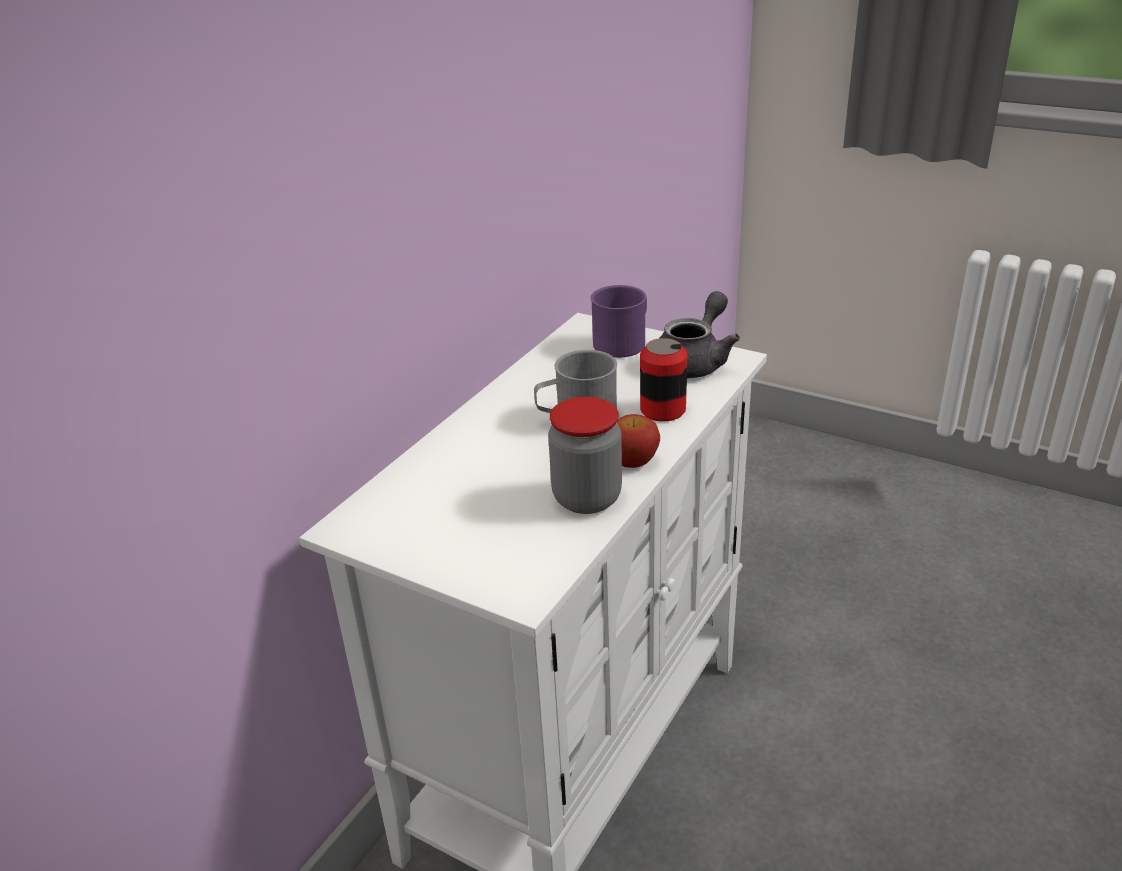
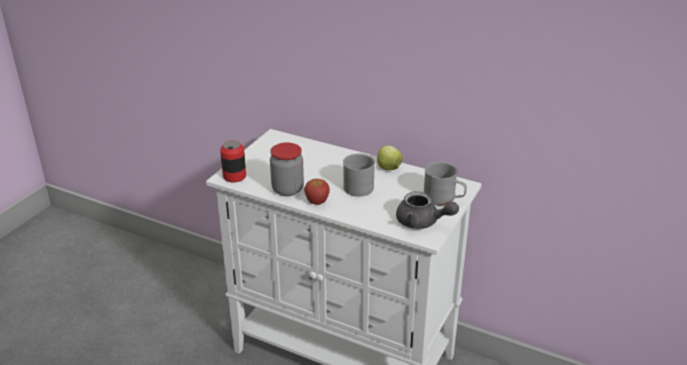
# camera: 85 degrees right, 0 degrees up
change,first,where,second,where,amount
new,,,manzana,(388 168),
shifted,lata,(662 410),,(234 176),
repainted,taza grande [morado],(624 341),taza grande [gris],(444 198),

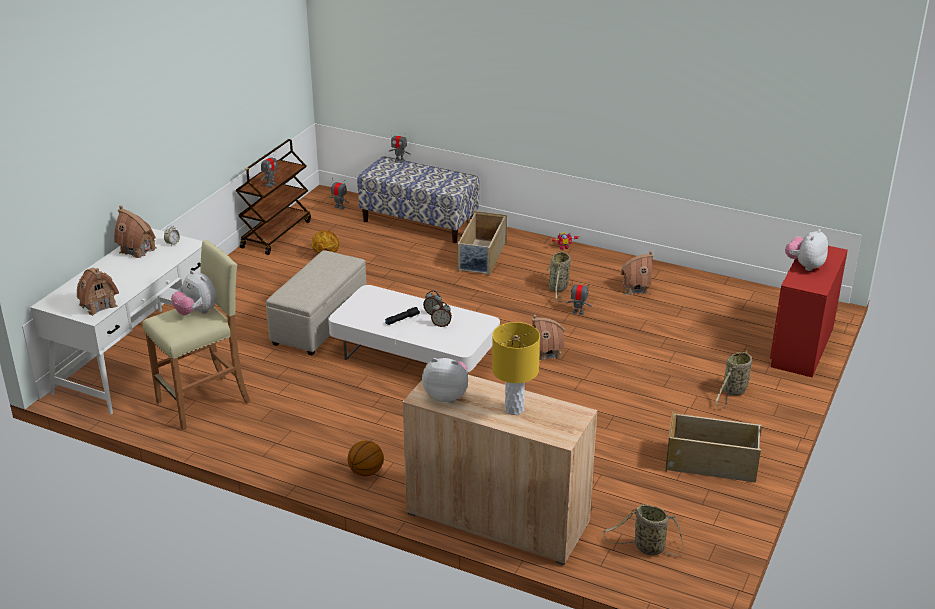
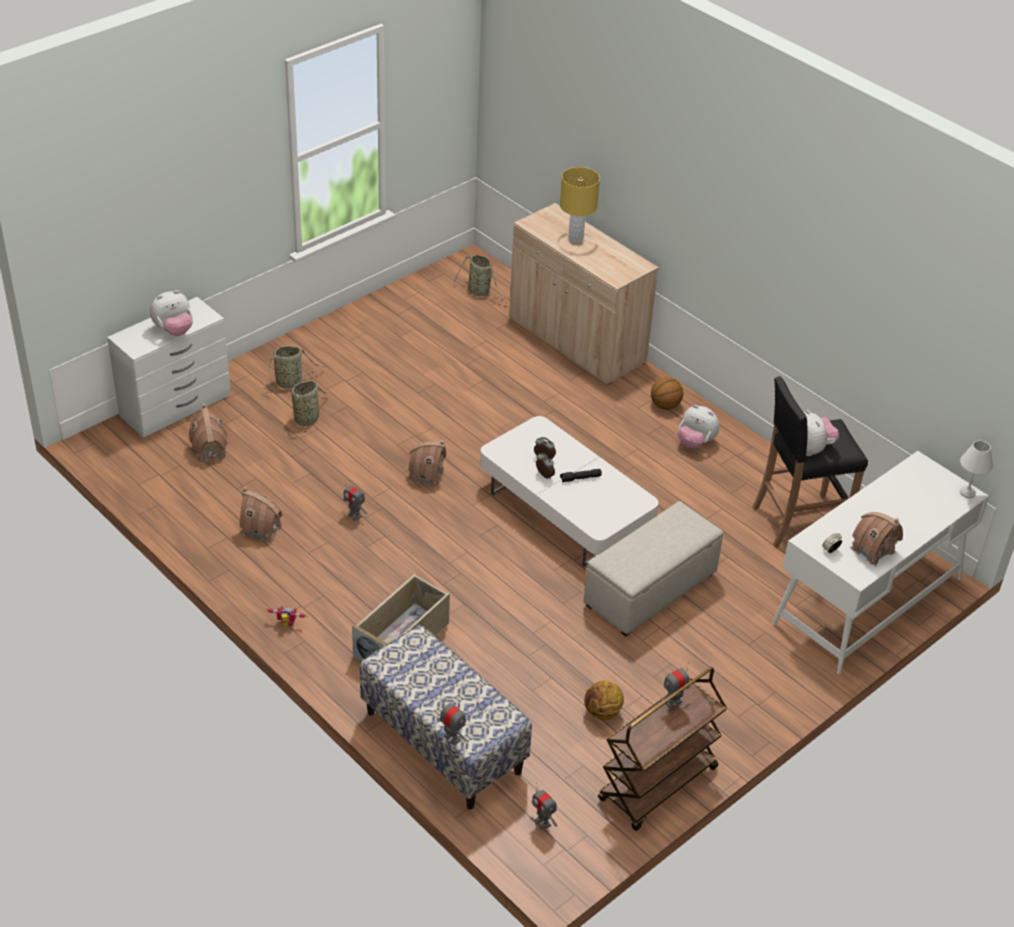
# camera: 160 degrees left, 10 degrees up
change,first,where,second,where,amount
gone,caja de almacenaje [beis],(712 463),,,
new,,,lámpara de mesa [blanco],(968 493),
shifted,casita,(98 305),,(210 451),
shifted,peluche,(446 396),,(695 442),
shifted,cesta,(558 288),,(307 418),
repainted,taburete [beis],(204 402),taburete [negro],(798 521),
repainted,cómoda [rojo],(800 347),cómoda [blanco],(176 406),

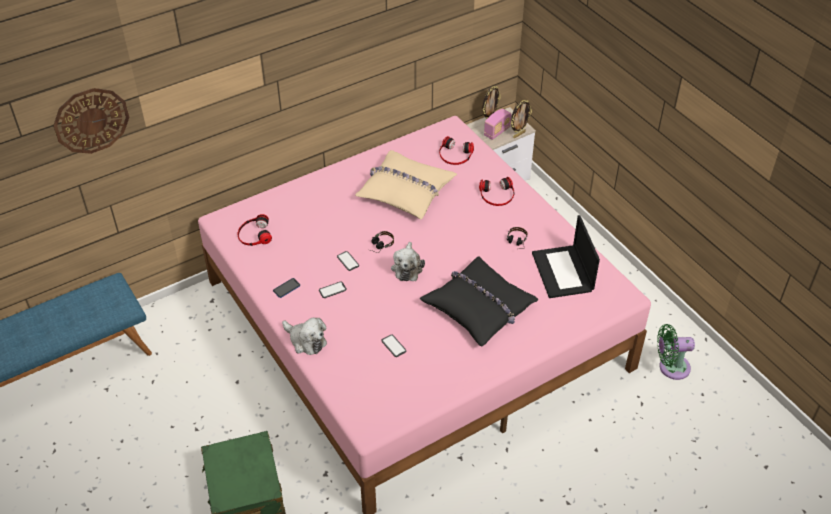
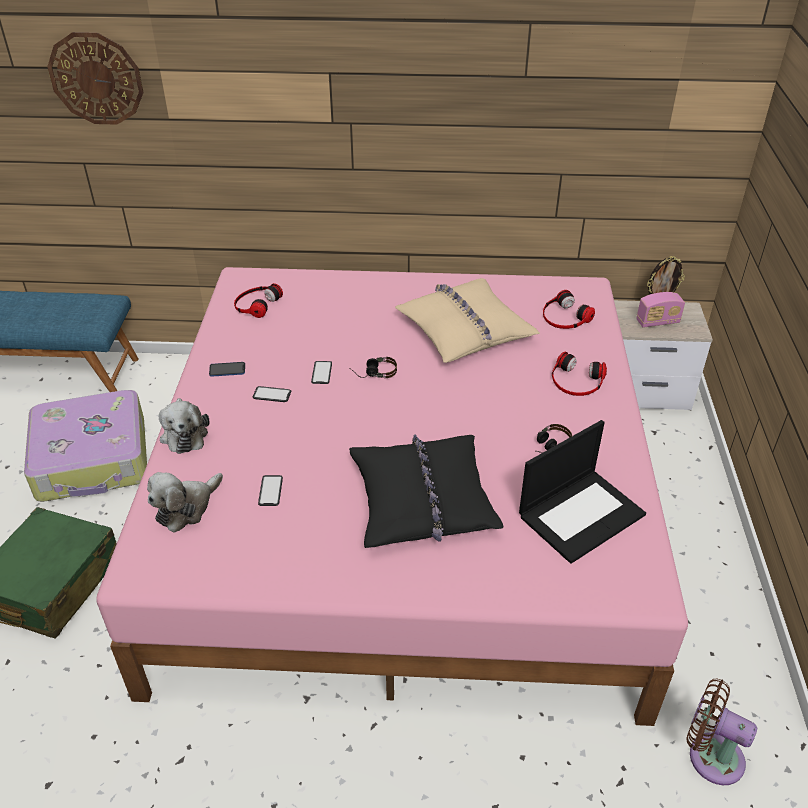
# camera: 35 degrees right, 5 degrees down
change,first,where,second,where,amount
gone,portarretratos,(519 134),,,
new,,,maleta,(93 459),
shifted,peluche,(407 267),,(186 508),
repainted,ventilador [verde],(670 367),ventilador [marrón],(710 755),
rotated,portátil,(563 272),,(581 514),150 degrees counterclockwise

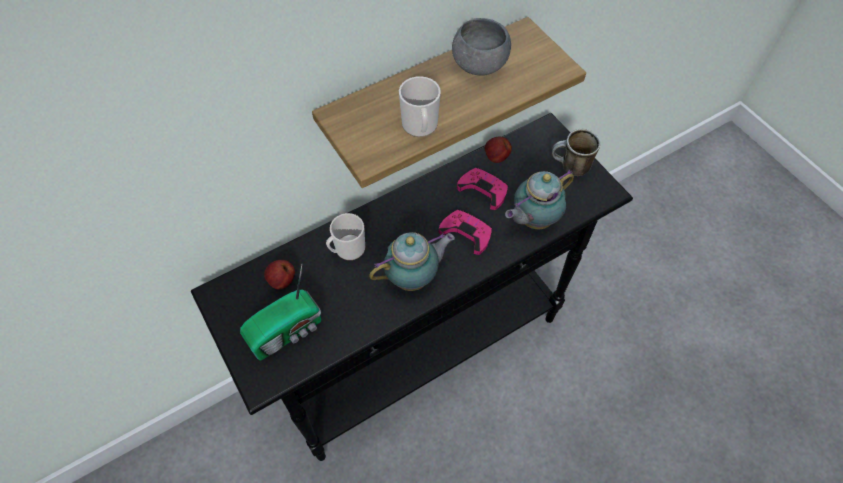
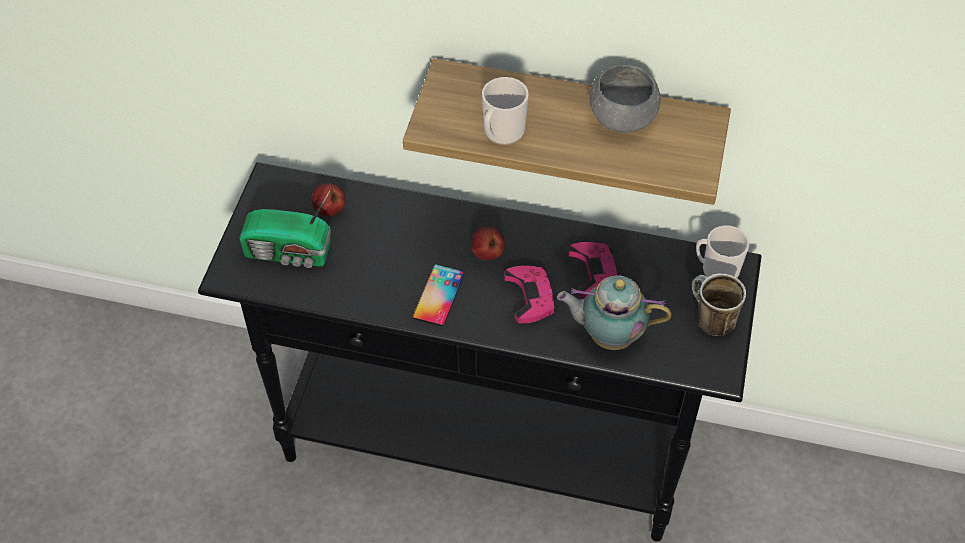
# camera: 45 degrees right, 5 degrees down
change,first,where,second,where,amount
shifted,taza grande,(347 249),,(716 269),
shifted,manzana,(496 157),,(487 253),
swapped,tetera,(414 277),móvil,(438 295),

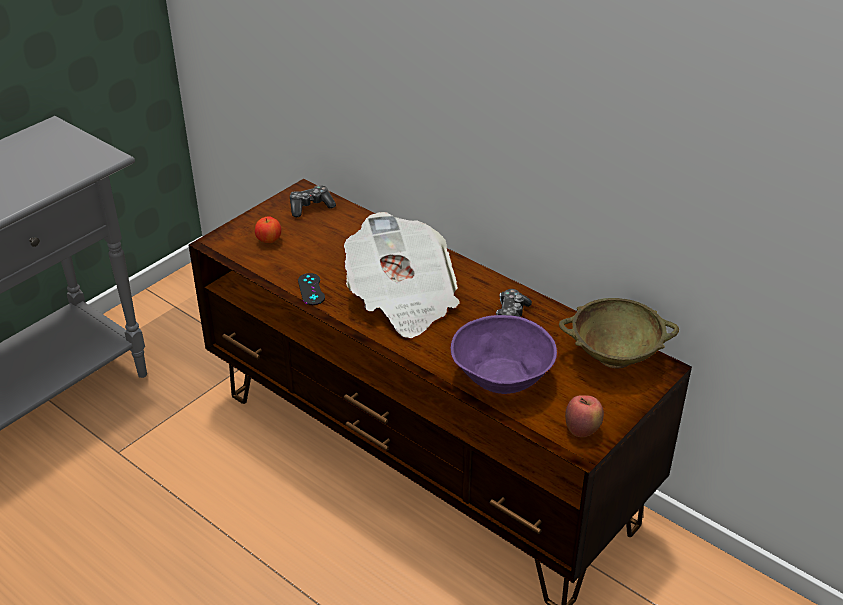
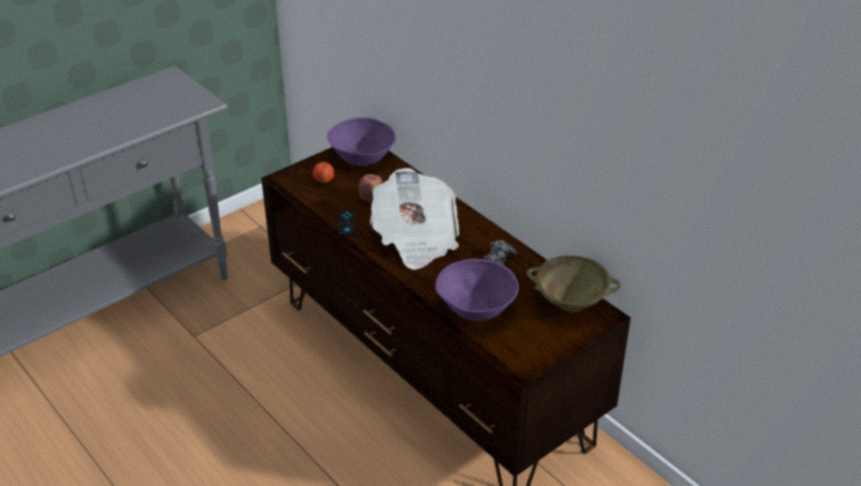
# camera: 10 degrees right, 0 degrees up
change,first,where,second,where,amount
shifted,manzana,(582 430),,(371 198),
swapped,mando de consola,(310 207),cuenco [morado],(363 157),

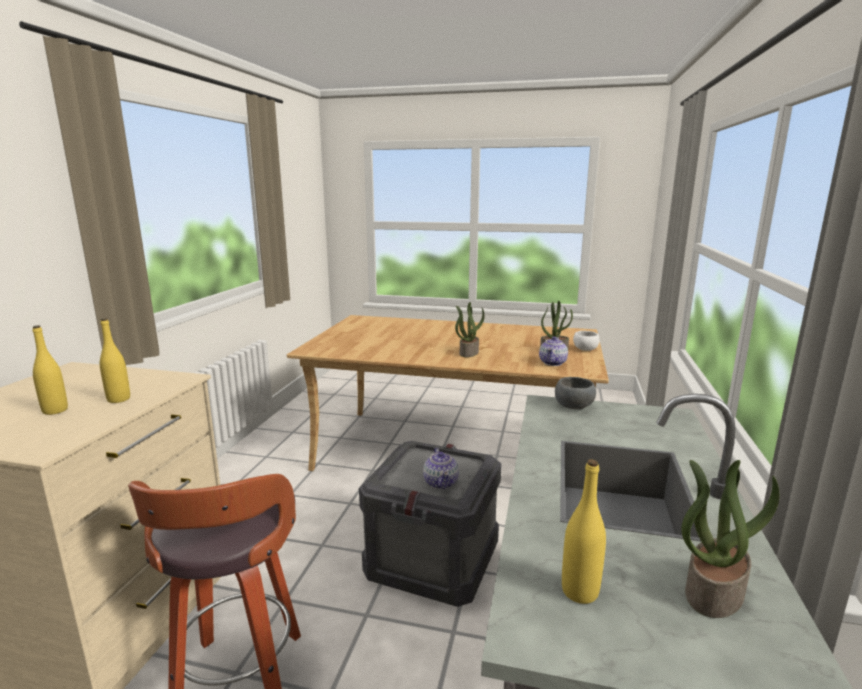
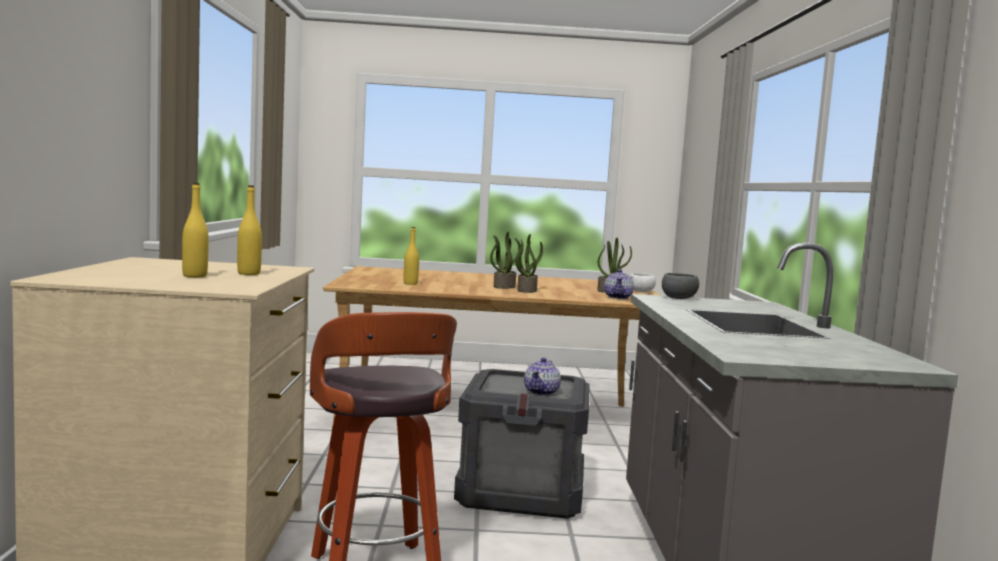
# camera: 15 degrees left, 10 degrees down
change,first,where,second,where,amount
shifted,botella [amarillo],(579 591),,(410 284),
shifted,planta en maceta,(713 591),,(504 287),
rotated,tetera,(441 482),,(542 392),45 degrees clockwise

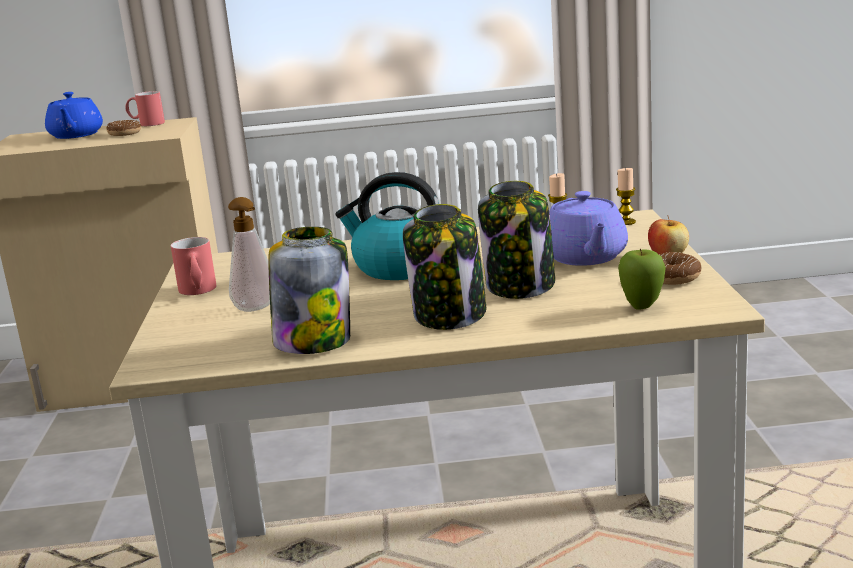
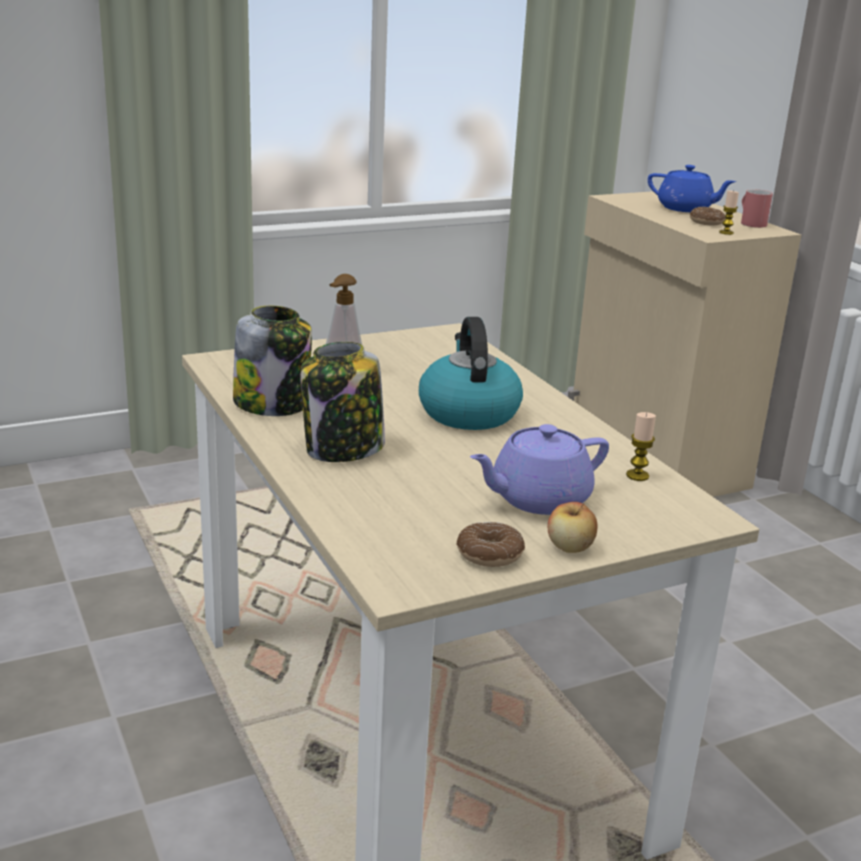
# camera: 65 degrees right, 5 degrees up
change,first,where,second,where,amount
gone,taza grande [rojo],(198 292),,,
gone,tarro,(520 286),,,
gone,manzana,(642 307),,,
shifted,vela,(626 222),,(726 232),
rotated,tetera [azul],(76 135),,(685 209),120 degrees counterclockwise

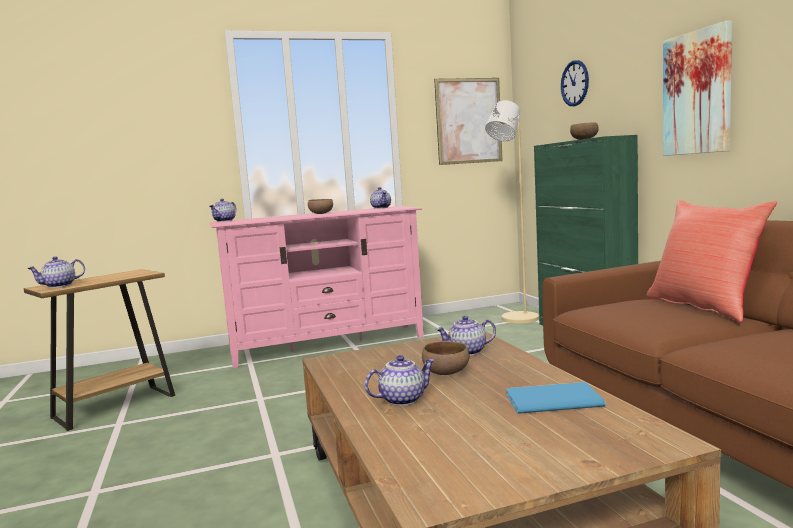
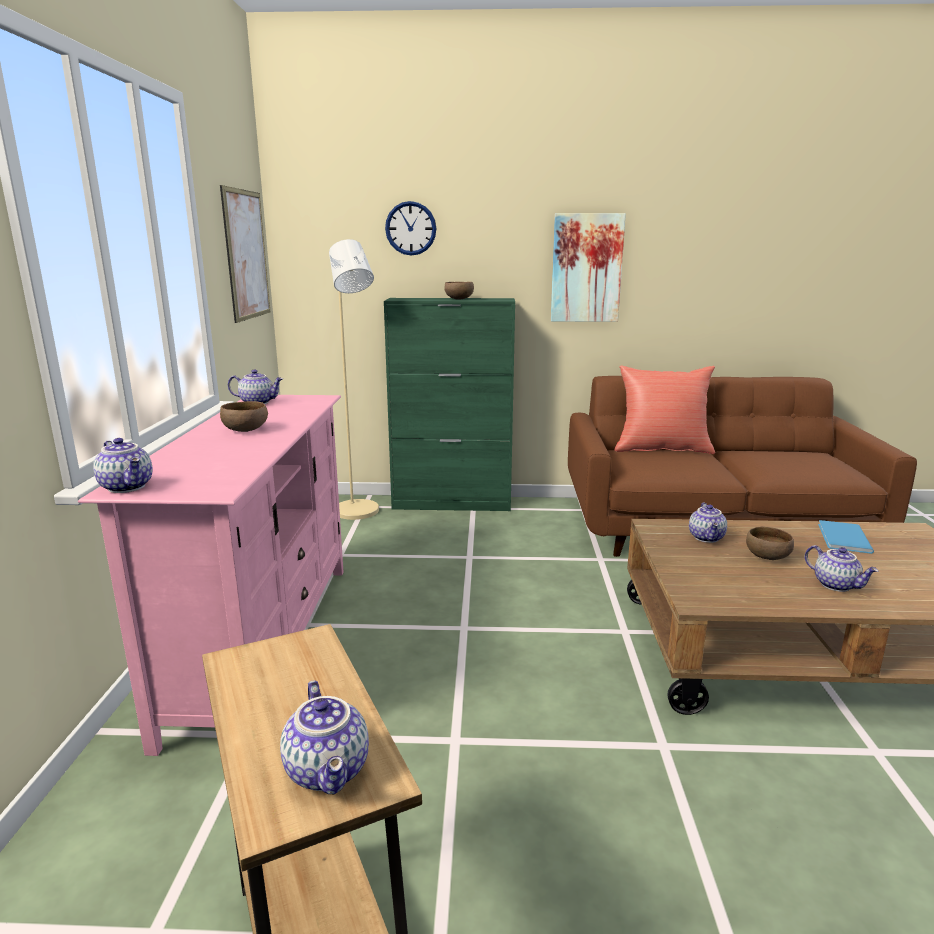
# camera: 70 degrees left, 10 degrees up
change,first,where,second,where,amount
rotated,tetera,(402 399),,(836 585),150 degrees clockwise

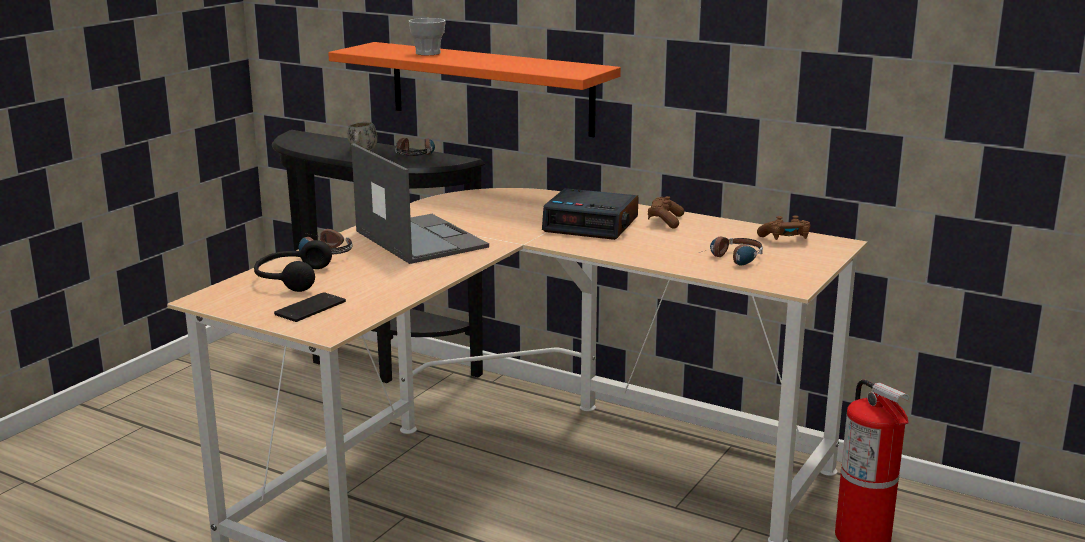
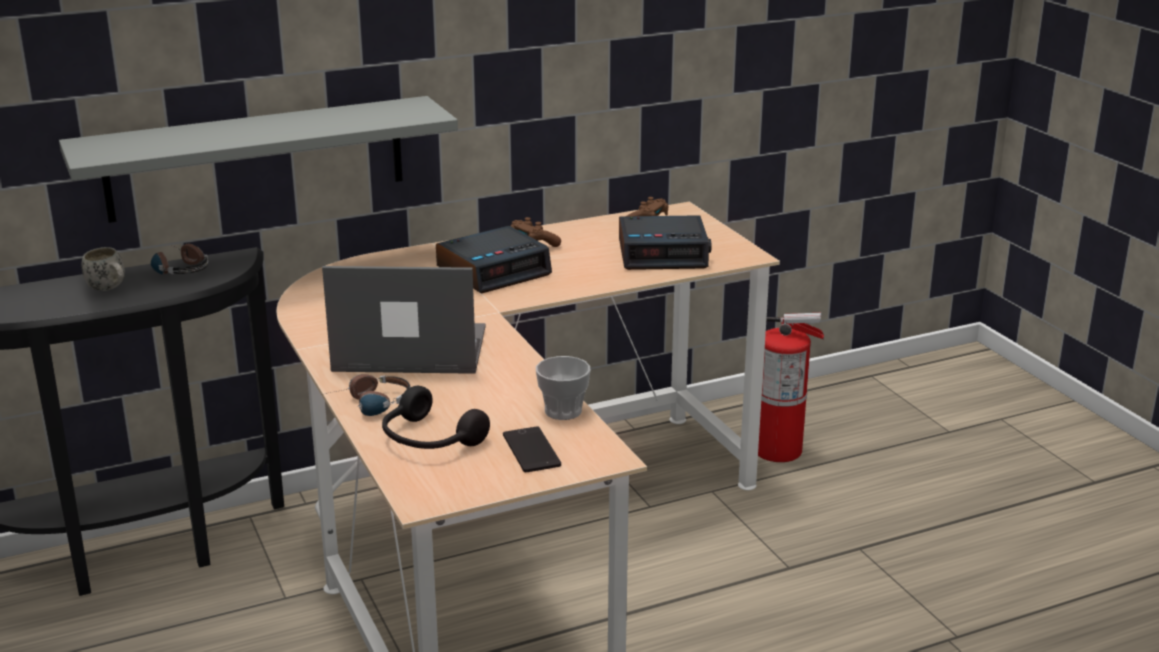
# camera: 55 degrees left, 5 degrees up
change,first,where,second,where,amount
shifted,taza,(428 53),,(563 411),
swapped,auriculares,(731 260),despertador,(663 253),
repainted,estante [naranja],(490 88),estante [gris],(256 158),

